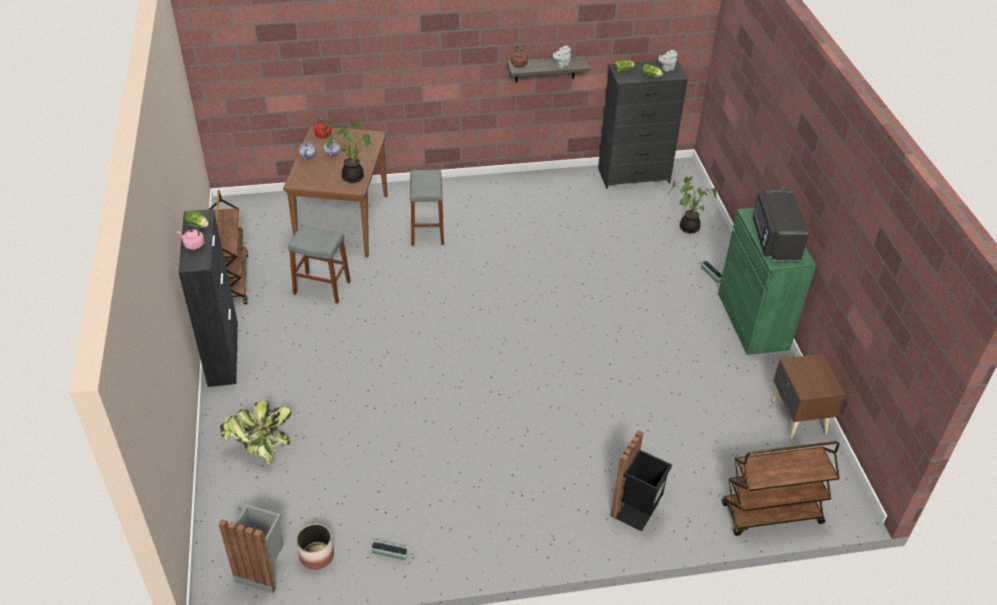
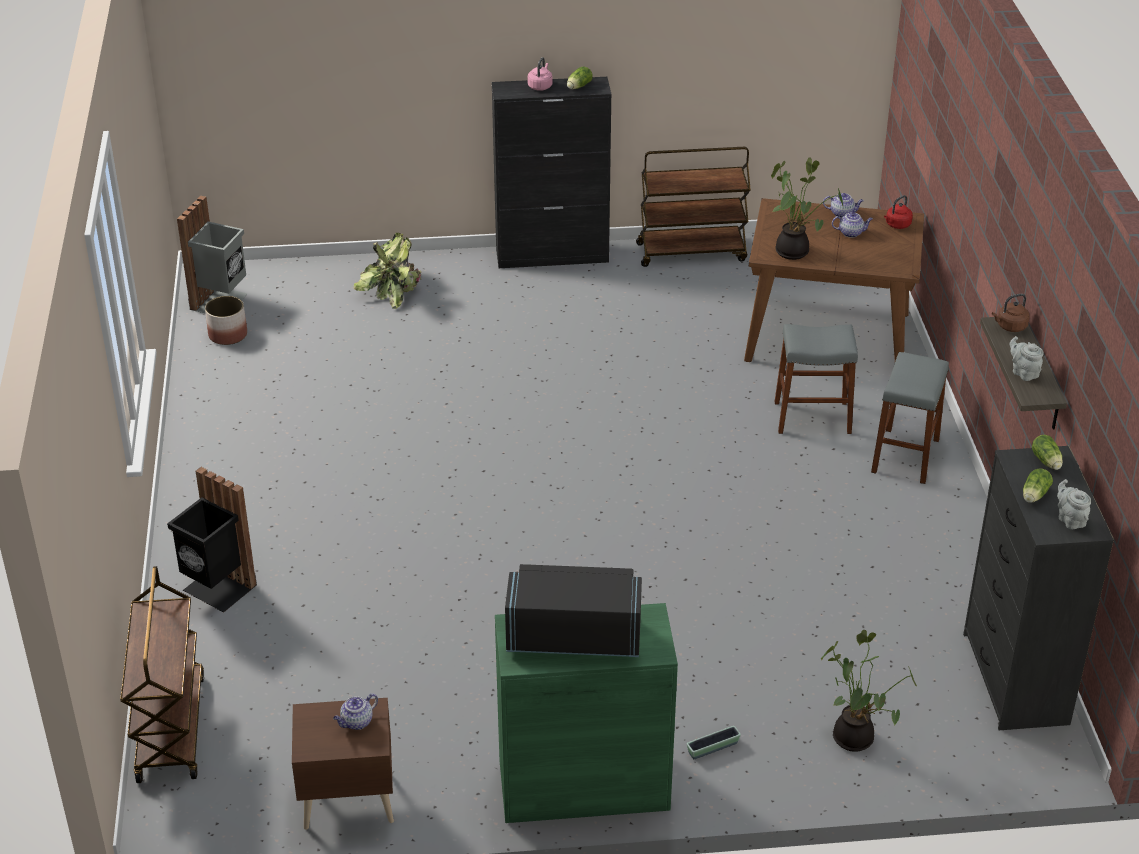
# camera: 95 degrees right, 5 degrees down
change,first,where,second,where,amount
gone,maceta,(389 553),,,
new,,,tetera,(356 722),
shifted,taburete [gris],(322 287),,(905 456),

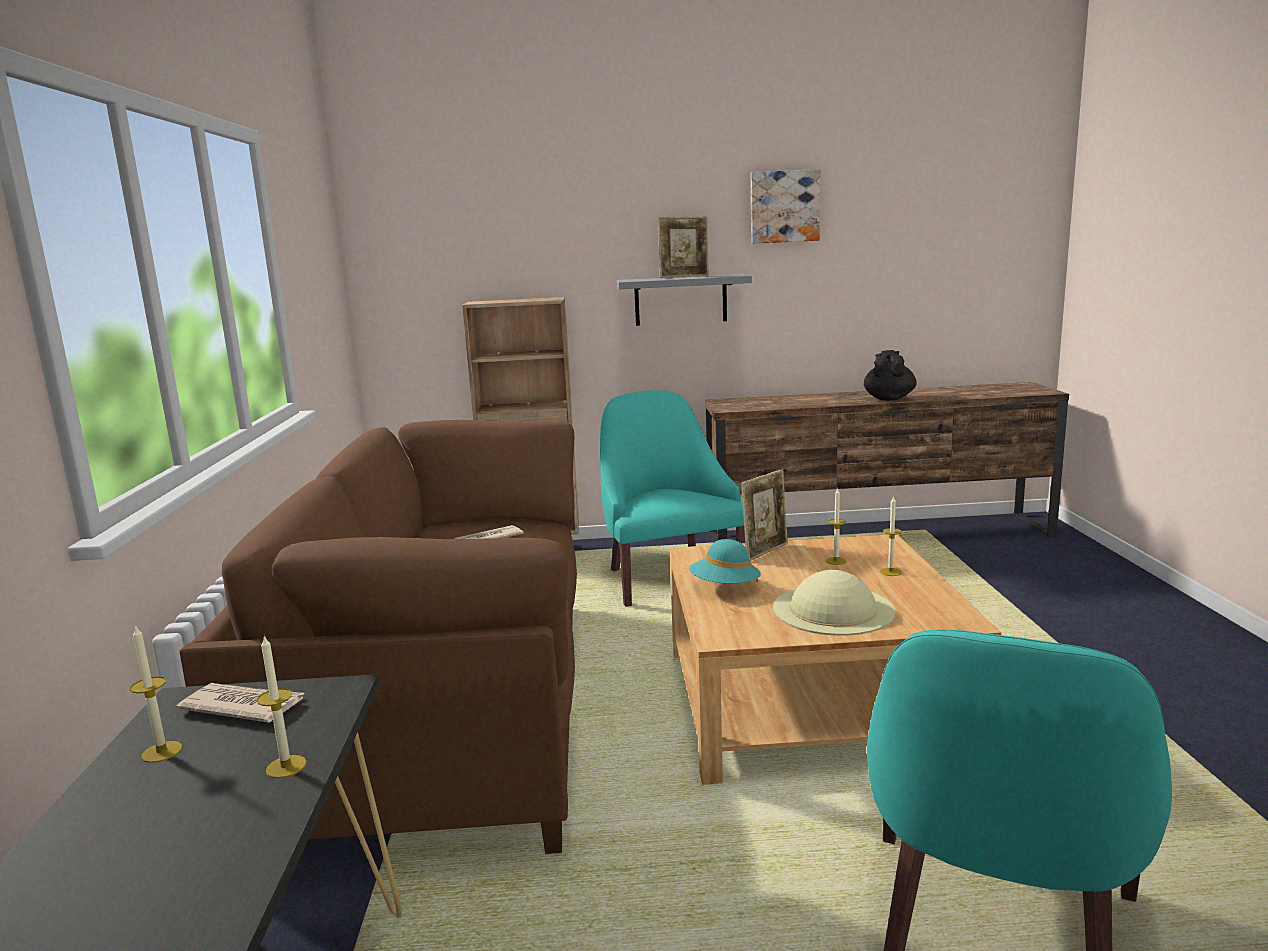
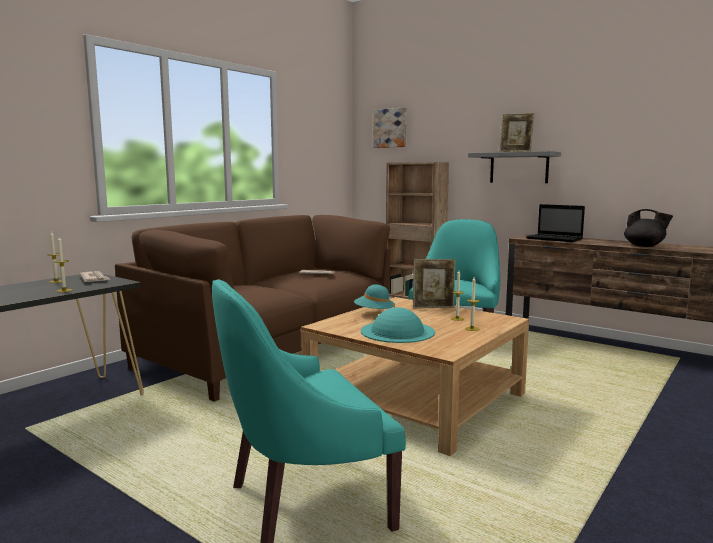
# camera: 40 degrees right, 5 degrees down
change,first,where,second,where,amount
new,,,portátil,(555 239),
shifted,cuadro,(784 207),,(390 128),
repainted,sombrero [beis],(833 609),sombrero [turquesa],(397 331),
rotated,tetera [negro],(889 399),,(644 246),75 degrees clockwise

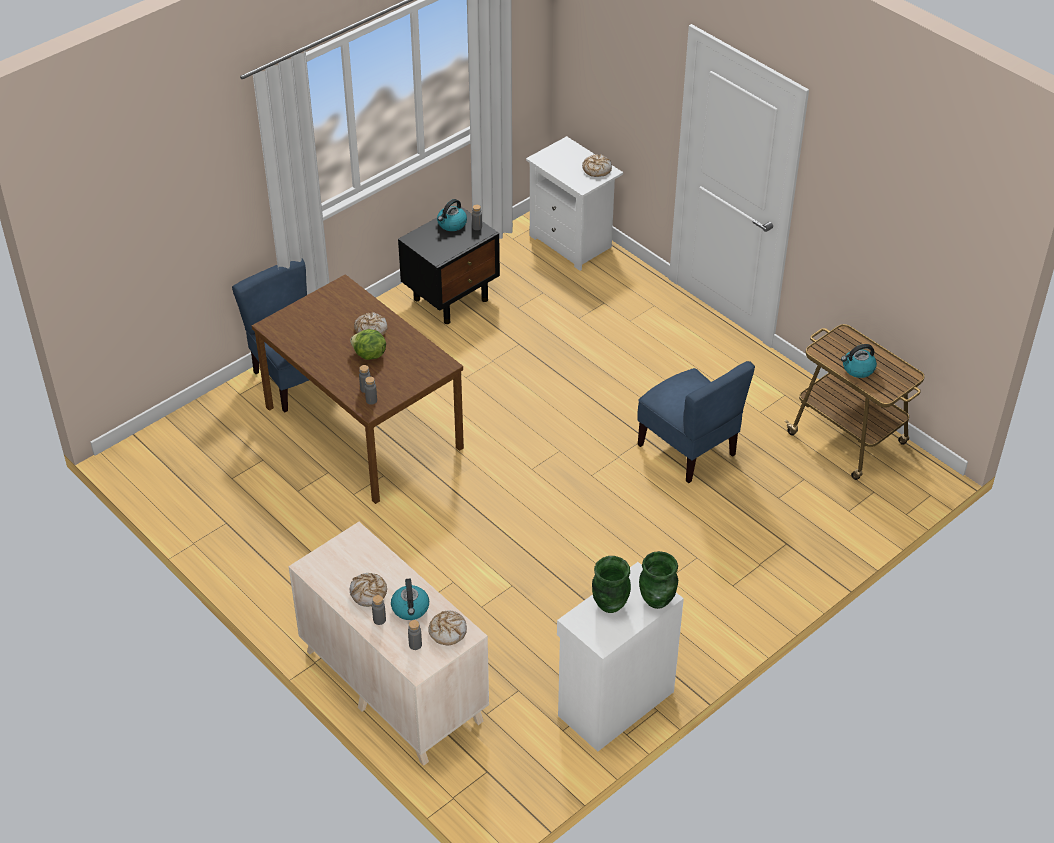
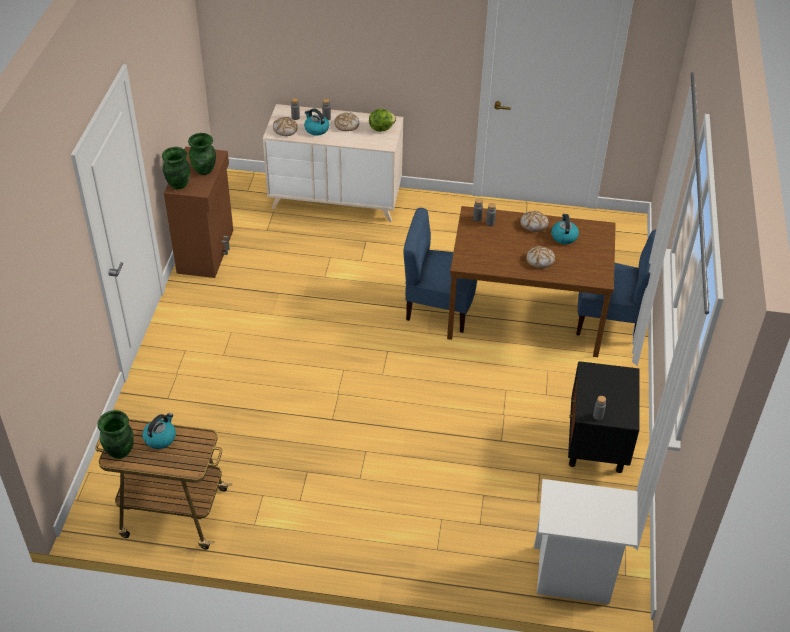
# camera: 140 degrees right, 0 degrees up
change,first,where,second,where,amount
new,,,florero [verde],(120 452),
shifted,lechuga,(369 355),,(381 128),
shifted,hervidor,(451 224),,(564 236),
shifted,pan,(596 169),,(534 224),
shifted,silla [azul],(688 449),,(439 308),
repainted,armario [blanco],(614 703),armario [marrón],(207 251),

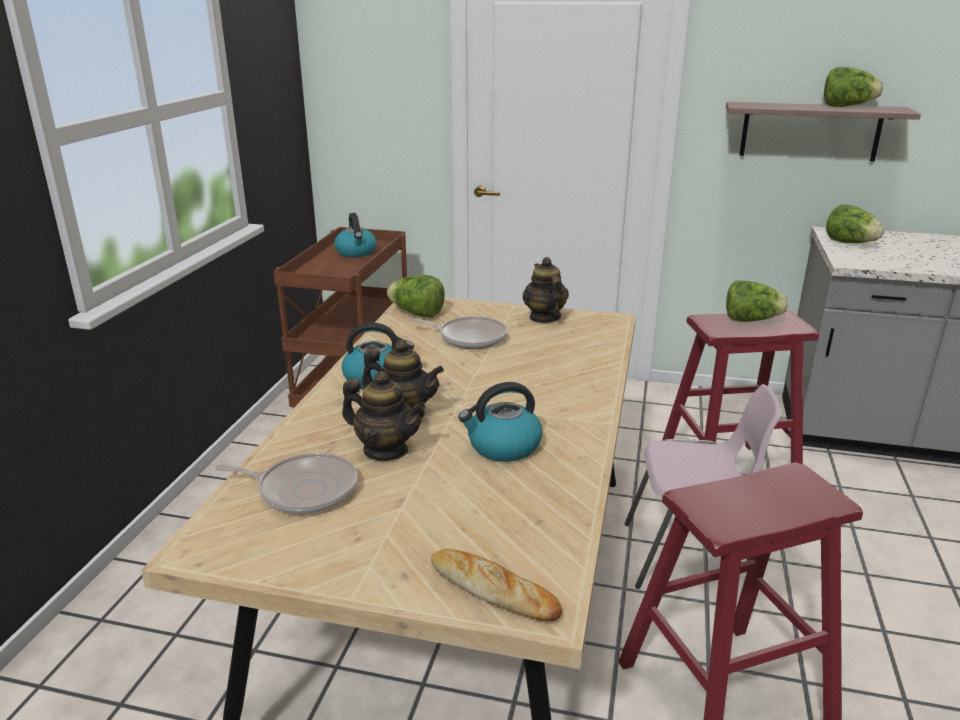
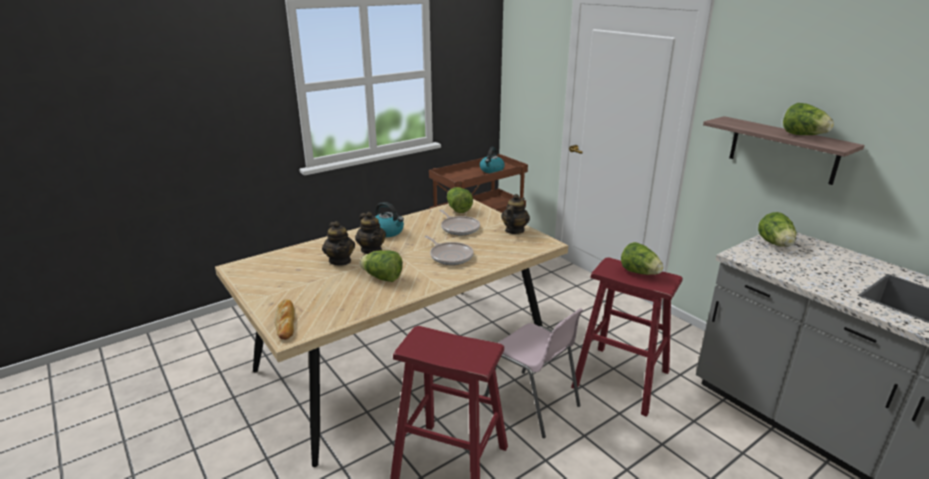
# camera: 40 degrees right, 0 degrees up
change,first,where,second,where,amount
shifted,sartén,(303 489),,(450 256),
swapped,hervidor,(503 447),lechuga,(382 278),

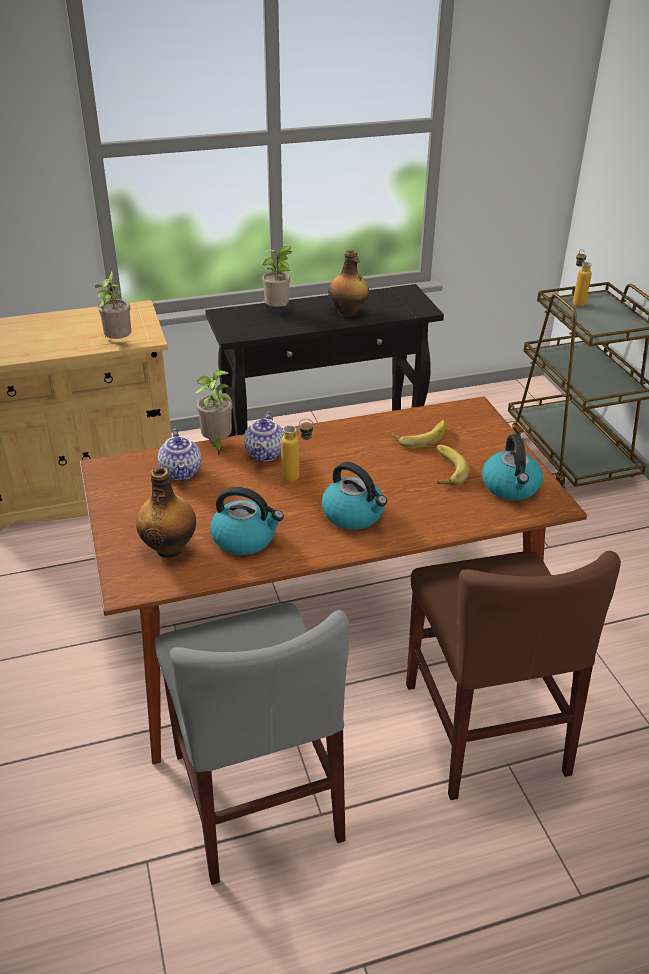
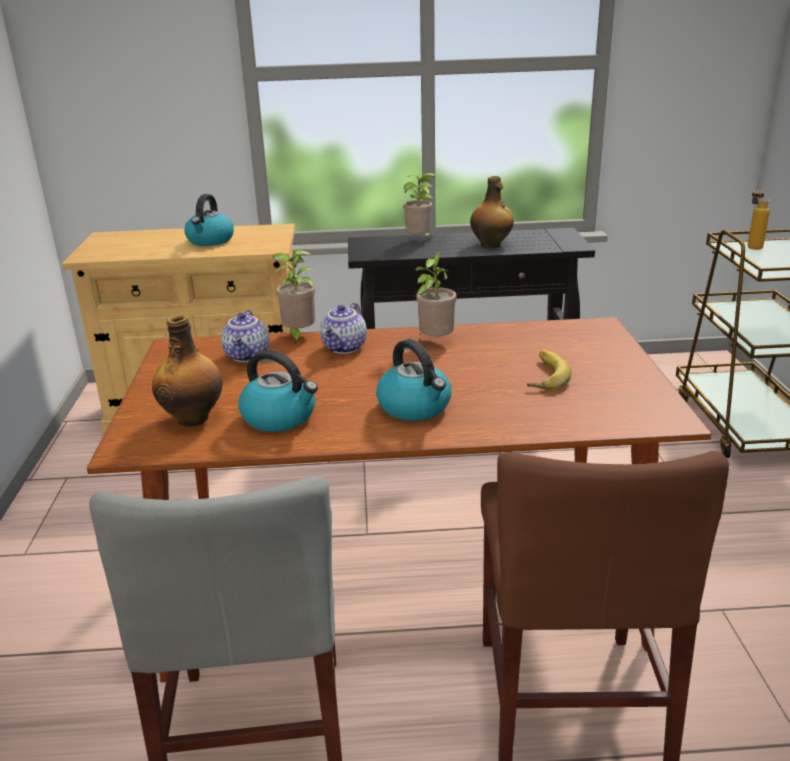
# camera: 15 degrees right, 10 degrees down
change,first,where,second,where,amount
gone,botella,(297 478),,,
gone,plátano,(420 436),,,
shifted,planta en maceta,(118 342),,(435 342),
shifted,hervidor,(511 487),,(210 241),

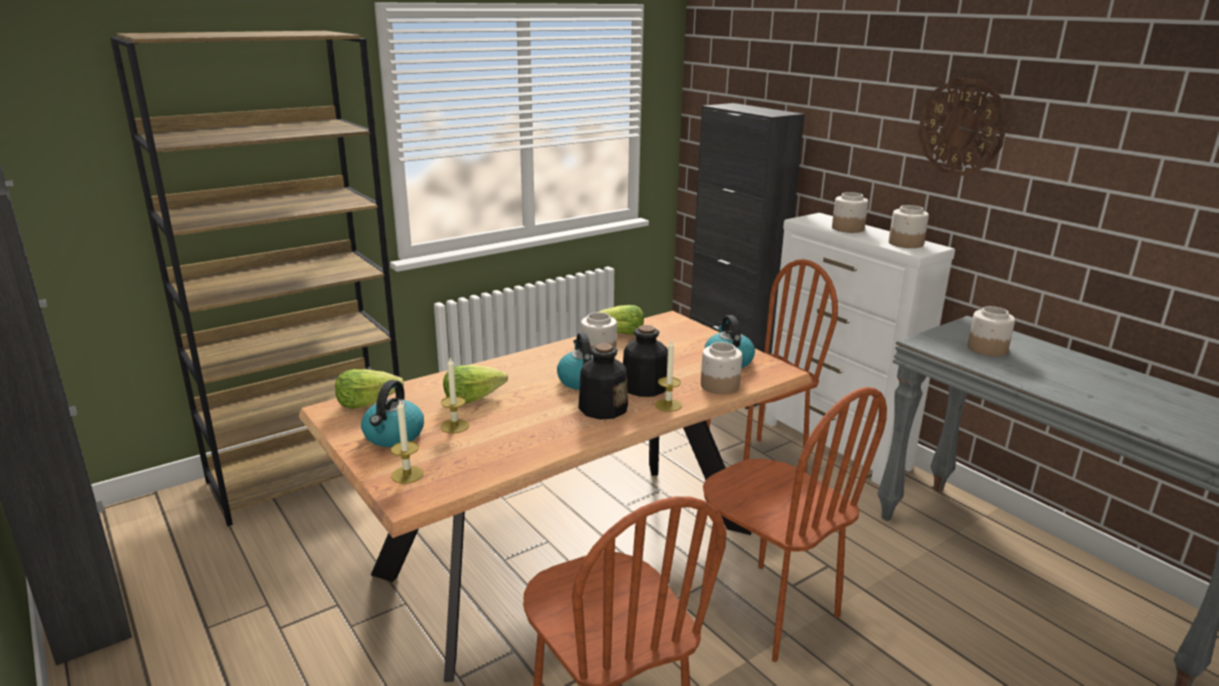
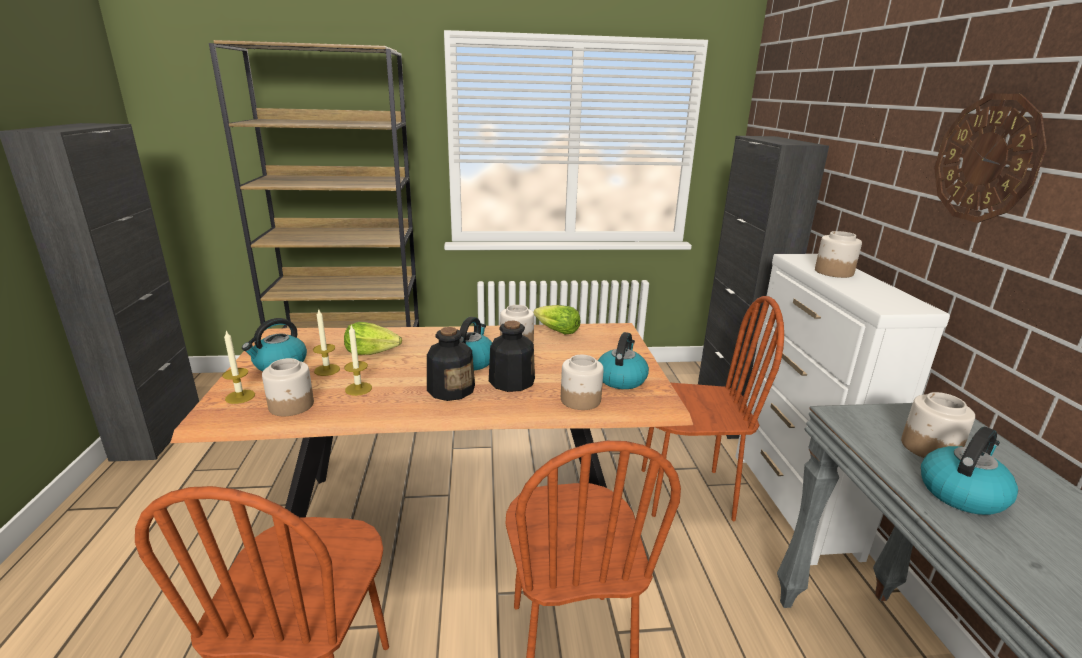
# camera: 30 degrees right, 0 degrees up
change,first,where,second,where,amount
gone,lechuga,(367 402),,,
new,,,hervidor,(961 492),
shifted,vela,(668 405),,(358 389),
shifted,tarro,(906 243),,(292 405),

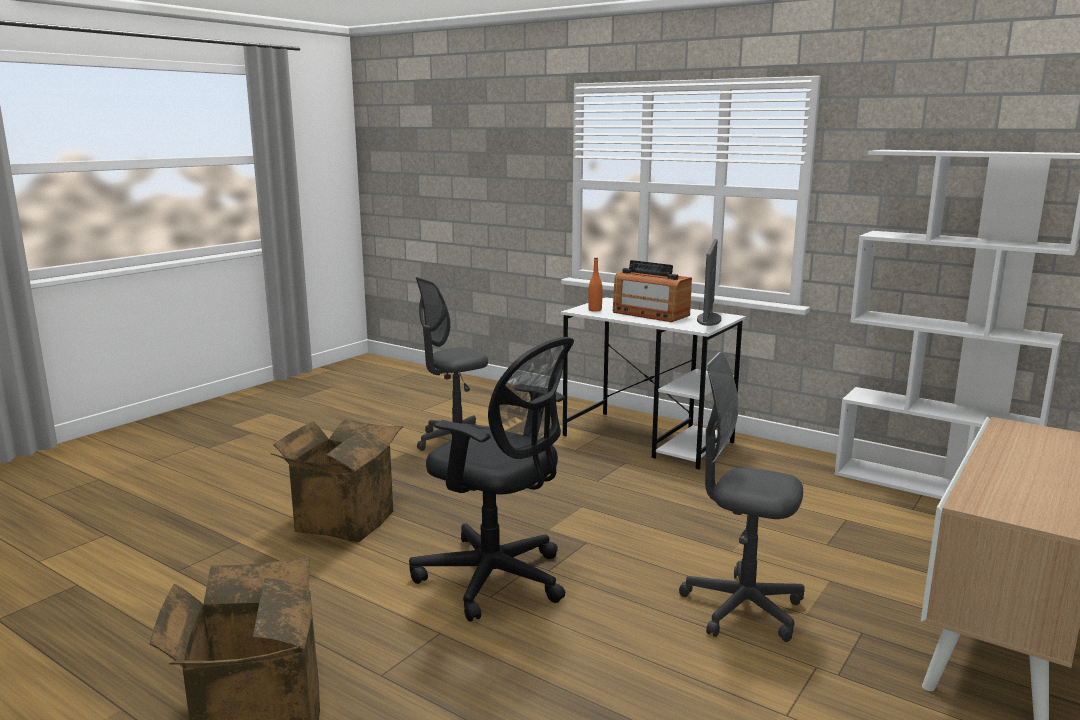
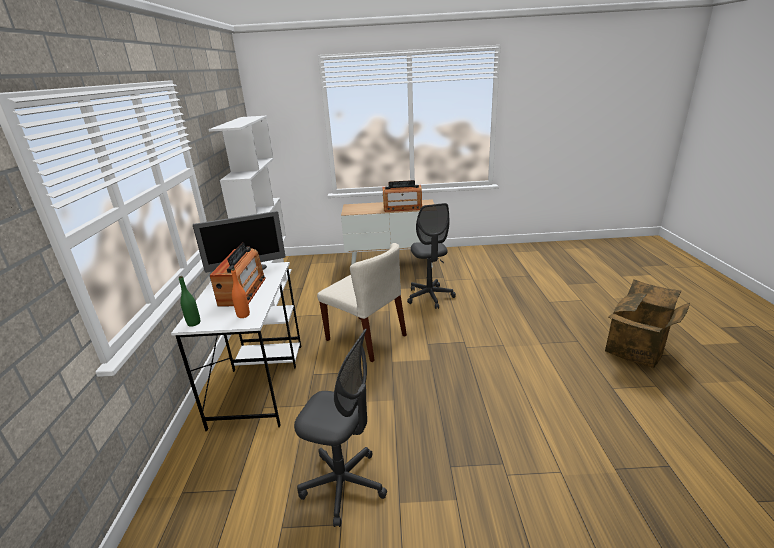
# camera: 125 degrees left, 10 degrees up
change,first,where,second,where,amount
gone,caja de cartón,(342 520),,,
gone,silla de oficina [negro],(497 580),,,
new,,,botella [verde],(194 323),
new,,,silla [beis],(366 337),
new,,,radio,(402 208),

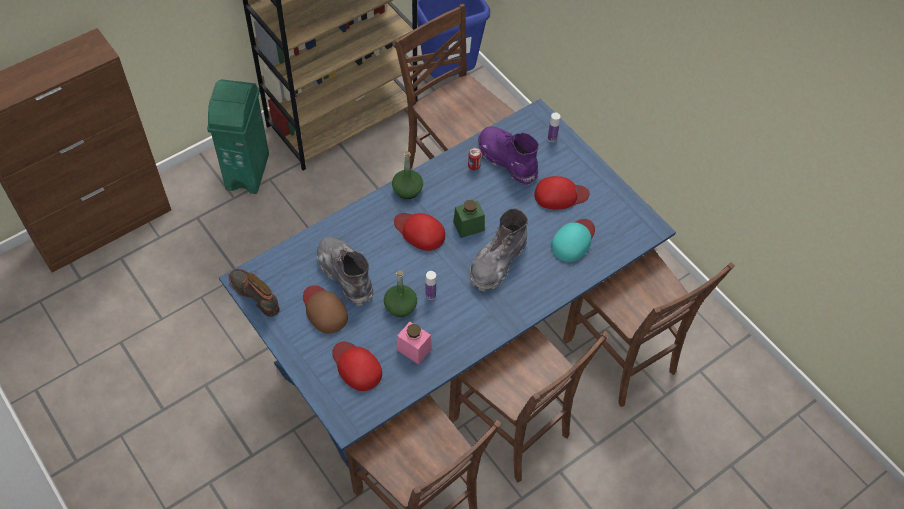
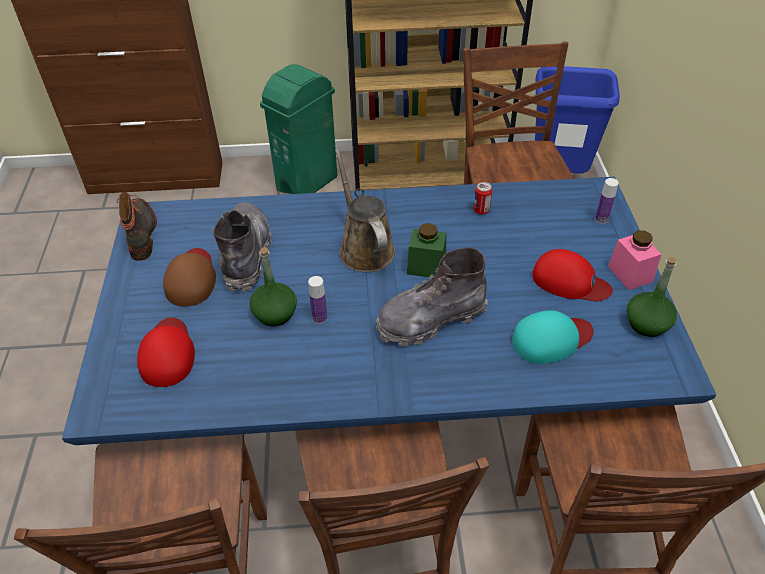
# camera: 35 degrees right, 10 degrees down
change,first,where,second,where,amount
gone,bota [morado],(507 160),,,
shifted,botella [verde],(407 190),,(647 324),
shifted,tarro [rosa],(414 349),,(630 274),
swapped,gorra [rojo],(419 231),regadera [marrón],(364 248),

